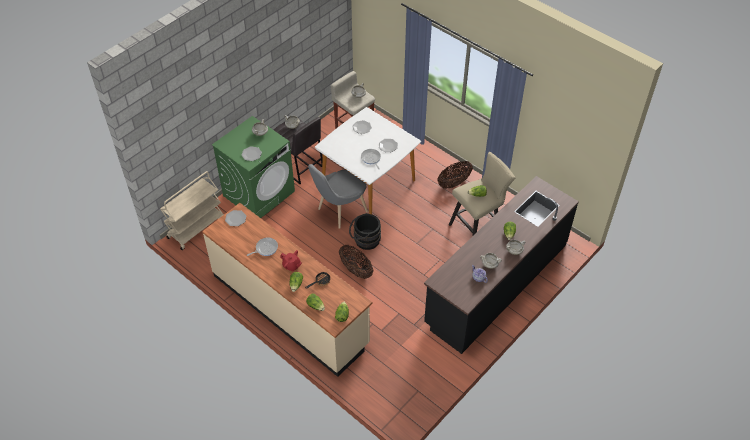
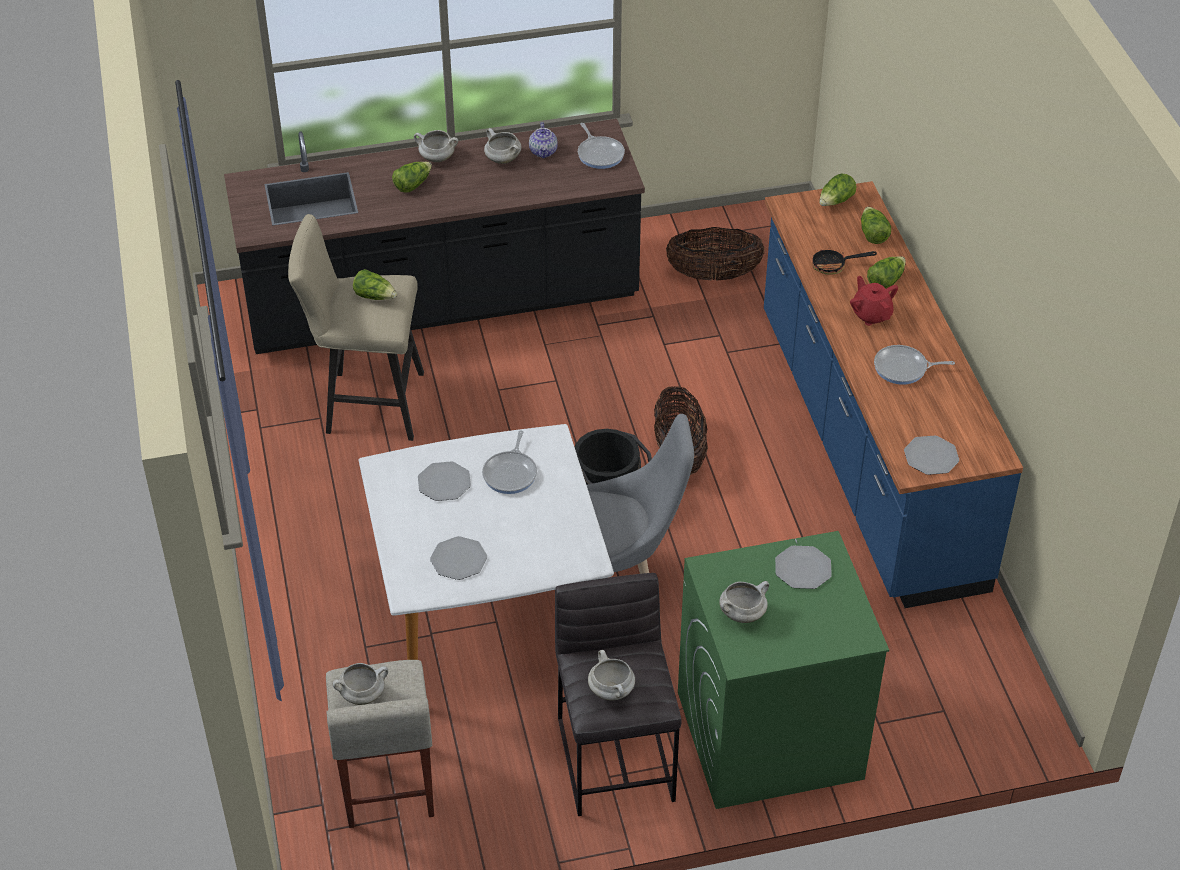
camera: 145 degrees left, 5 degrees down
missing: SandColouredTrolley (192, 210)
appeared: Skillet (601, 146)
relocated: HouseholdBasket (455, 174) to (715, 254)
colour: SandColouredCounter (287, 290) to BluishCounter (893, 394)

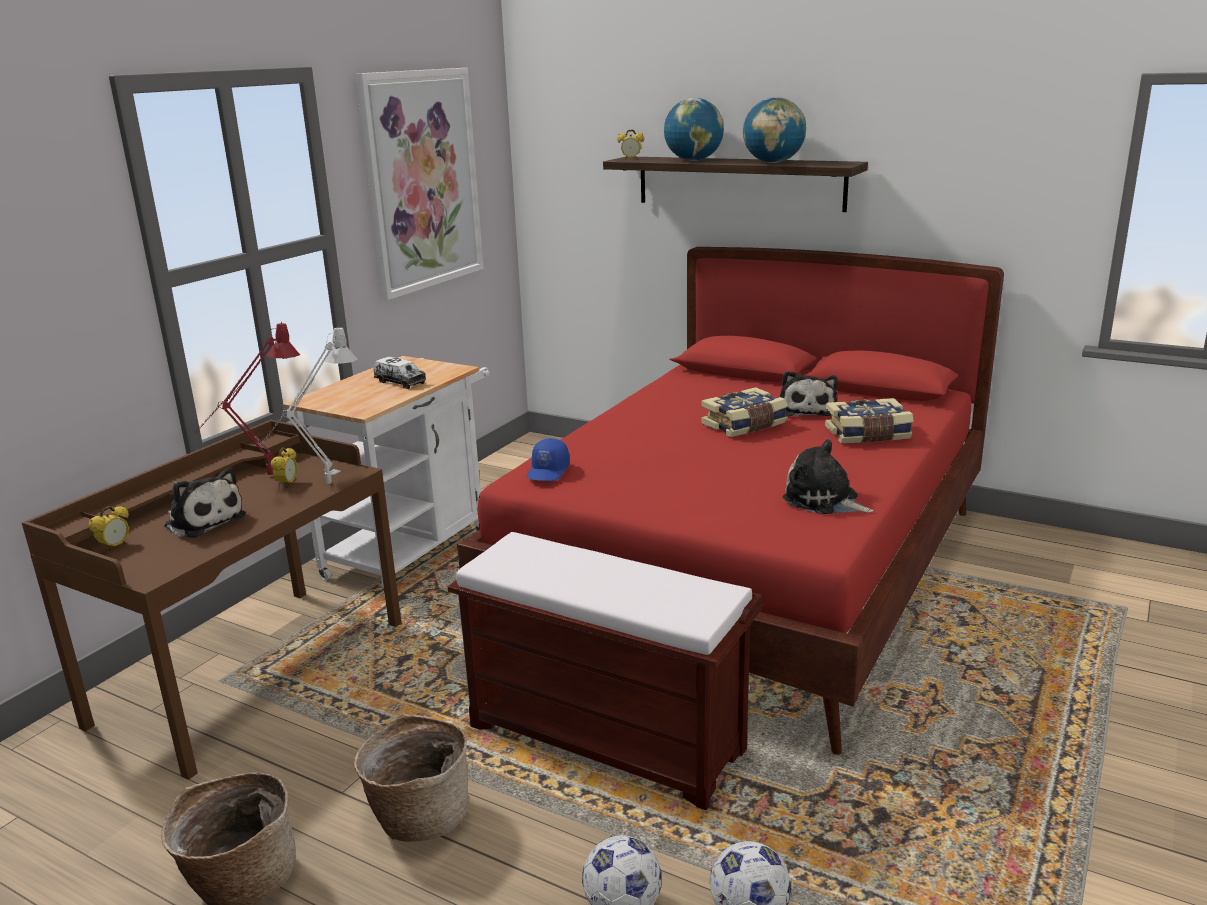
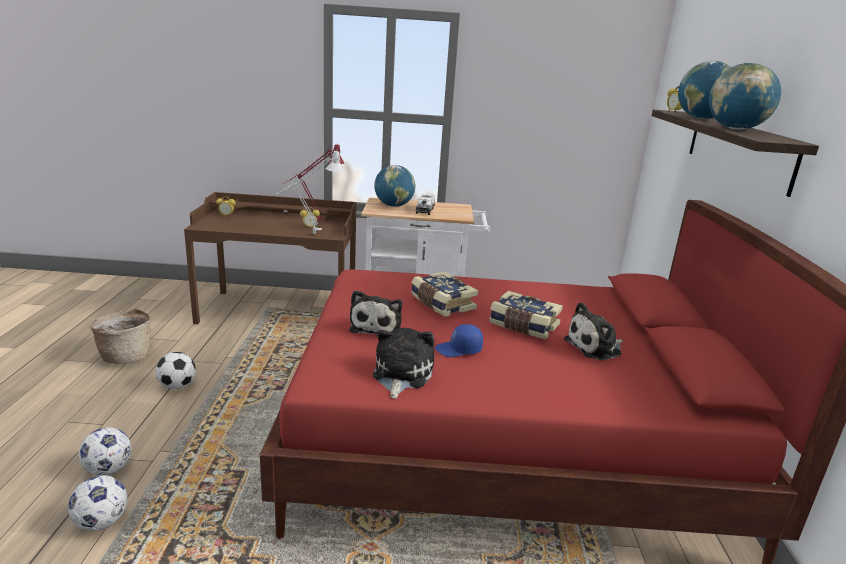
camera: 60 degrees right, 0 degrees up
missing: WallArt (420, 184); BrownishIndoorBench (604, 671)
appeared: Globe (394, 186)
relocated: Book (869, 420) to (444, 294); BluishCap (548, 459) to (459, 340); PlushToy (205, 503) to (375, 312)
exchanged: HouseholdBasket (411, 778) to BallForFootball (175, 370)

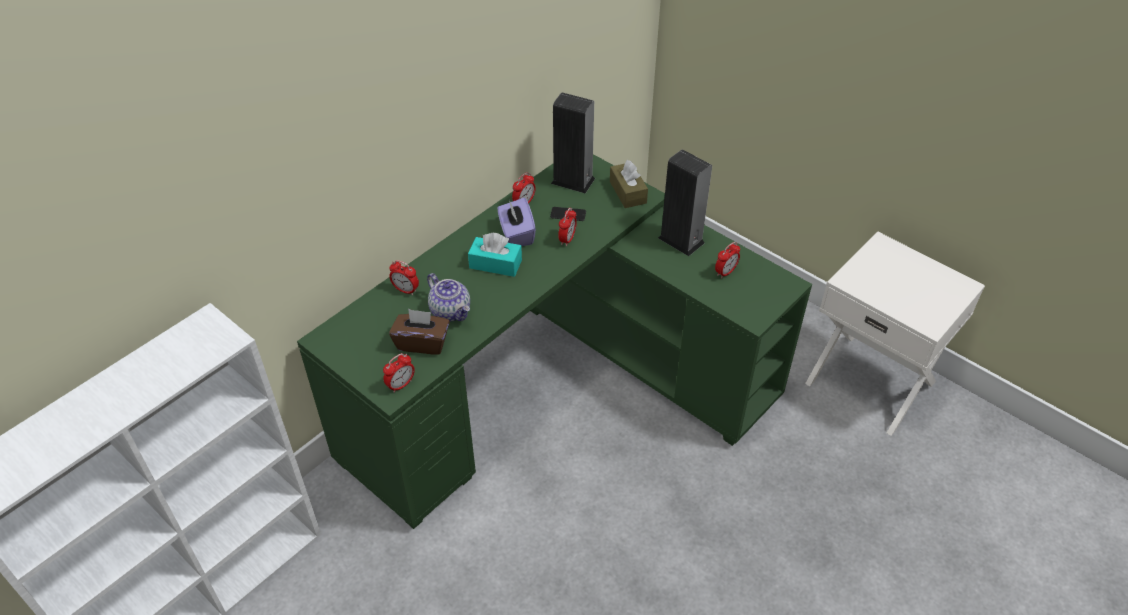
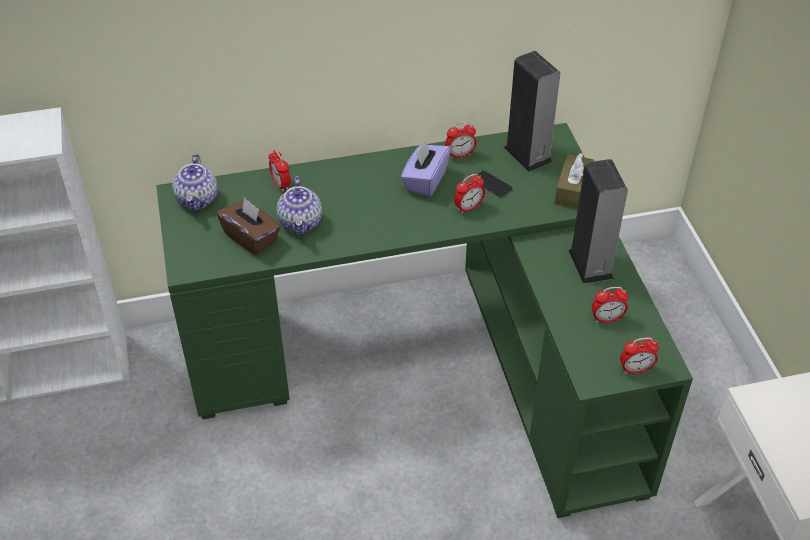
camera: 35 degrees right, 0 degrees up
missing: BlueGreenTissueBox (495, 255)
appeared: PotForTea (195, 182)
relocated: AlarmClock (399, 373) to (639, 355)

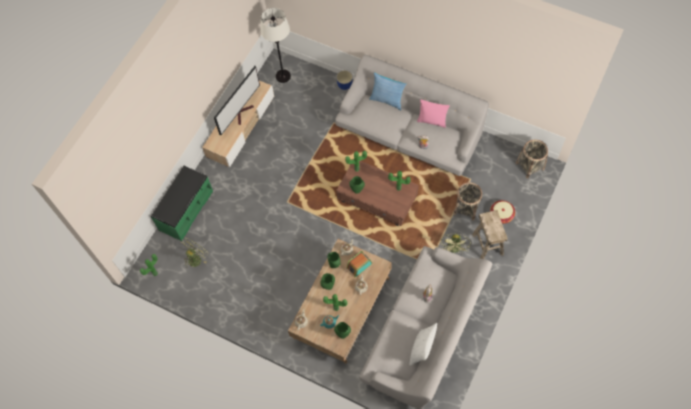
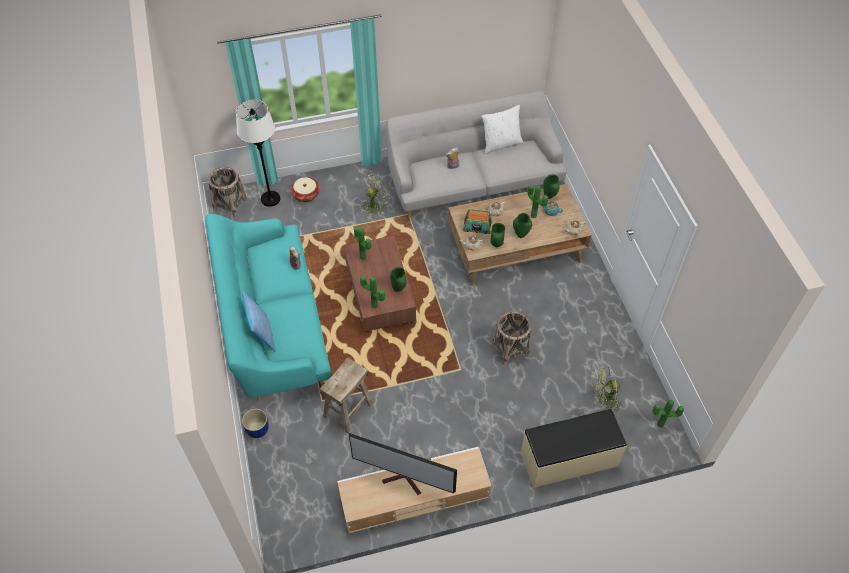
camera: 135 degrees left, 10 degrees down
missing: PinkCushion (433, 113)
relocated: WhitishFloorLamp (275, 45) to (258, 153); HouseholdBasket (467, 201) to (511, 338); SandColouredSittingStool (490, 234) to (346, 395)
colour: GreySettee (412, 115) to BlueGreenSettee (268, 307); GreenColouredIndoorBench (182, 203) to SandColouredIndoorBench (574, 448)
spun: TvSet (237, 100) = (402, 464) 150 degrees counterclockwise

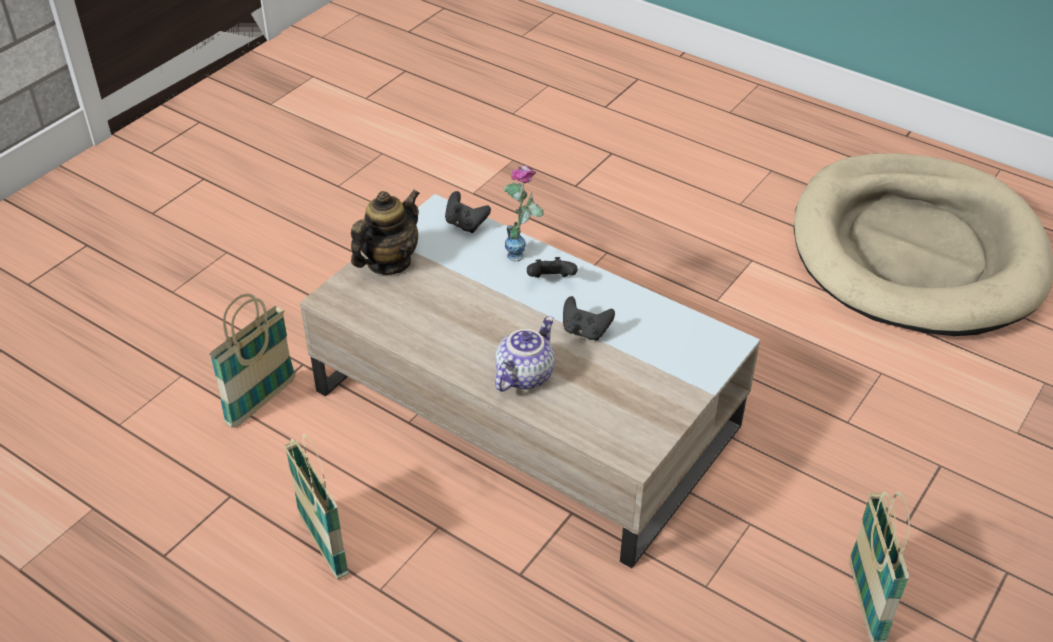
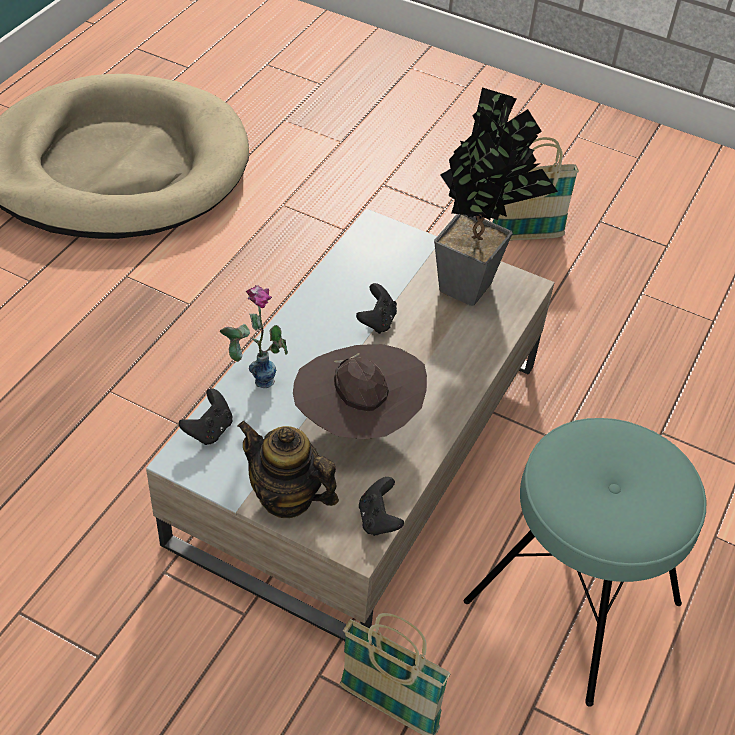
camera: 100 degrees left, 5 degrees up
missing: PotForTea (525, 354)
appeared: Houseplant (496, 197); BrownishHat (360, 391)
relocated: BlackColouredGamepad (552, 267) to (381, 506)
exchanged: HouseholdBasket (316, 507) to BlueGreenSittingStool (585, 562)

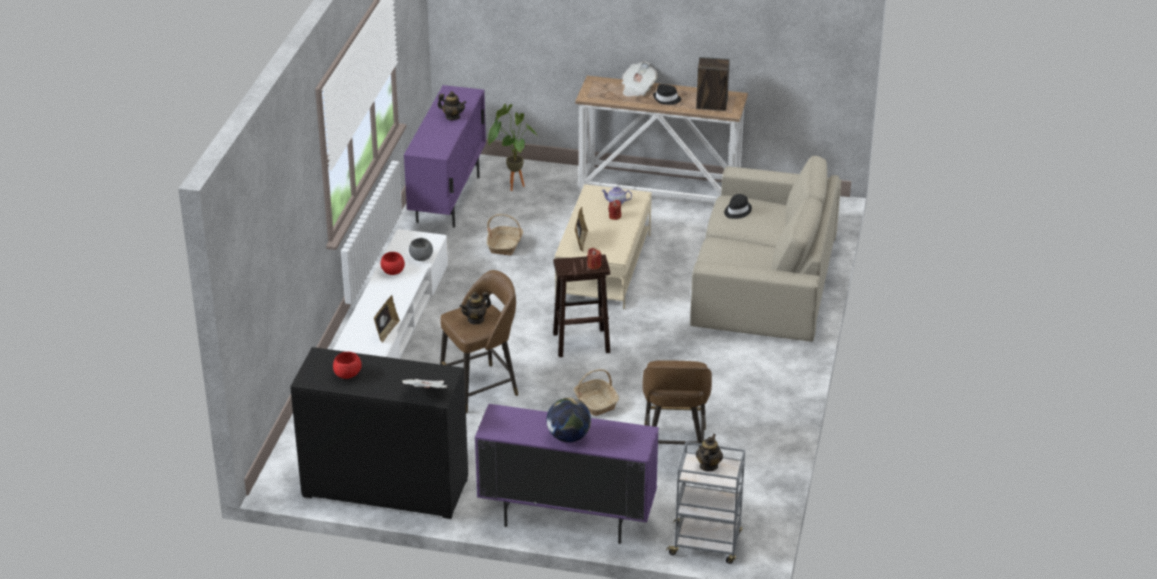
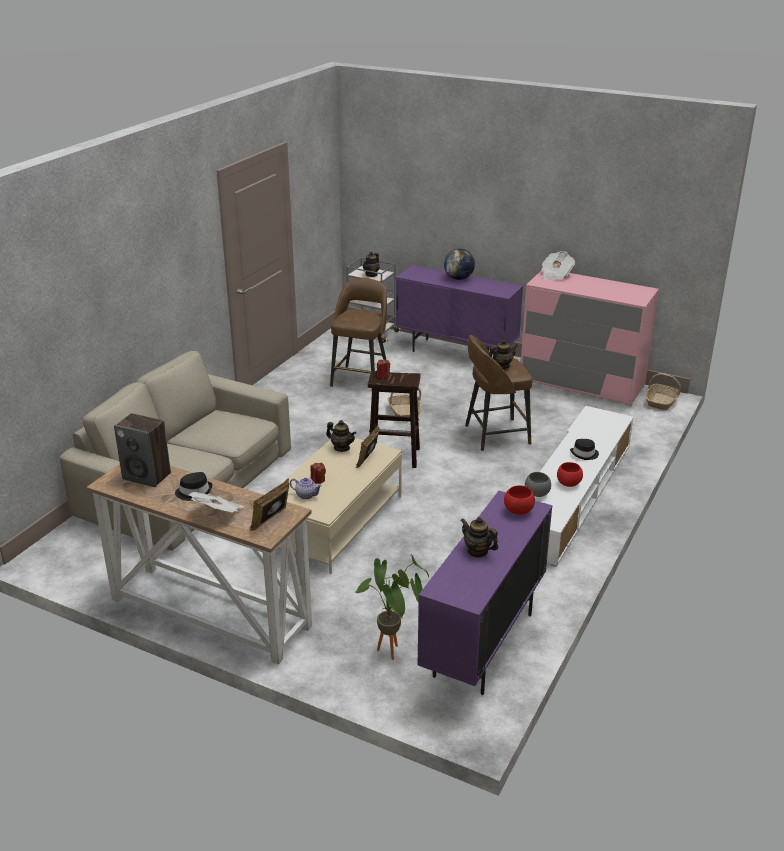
camera: 165 degrees left, 5 degrees down
appeared: PotForTea (341, 436)
relocated: BlackColouredHat (738, 206) to (584, 449); HouseholdBasket (505, 235) to (663, 391); StandingFrame (387, 319) to (269, 504); RedDeepDish (347, 365) to (519, 500)
colour: BlackColouredDrawerChest (379, 433) to PinkDrawerChest (590, 338)

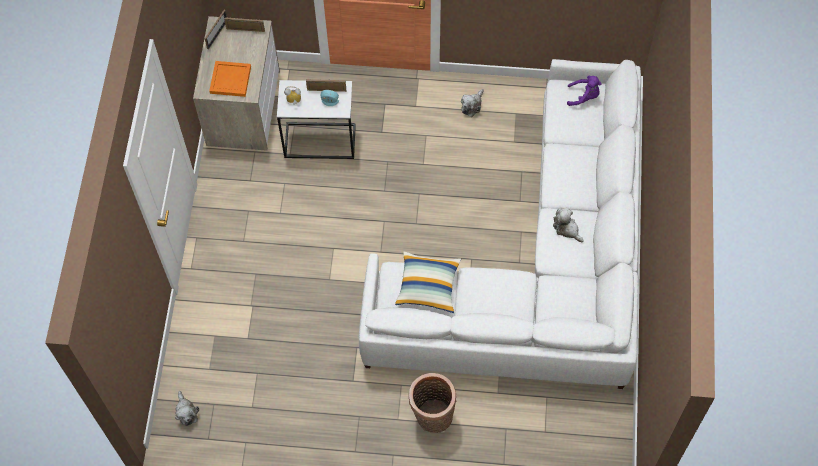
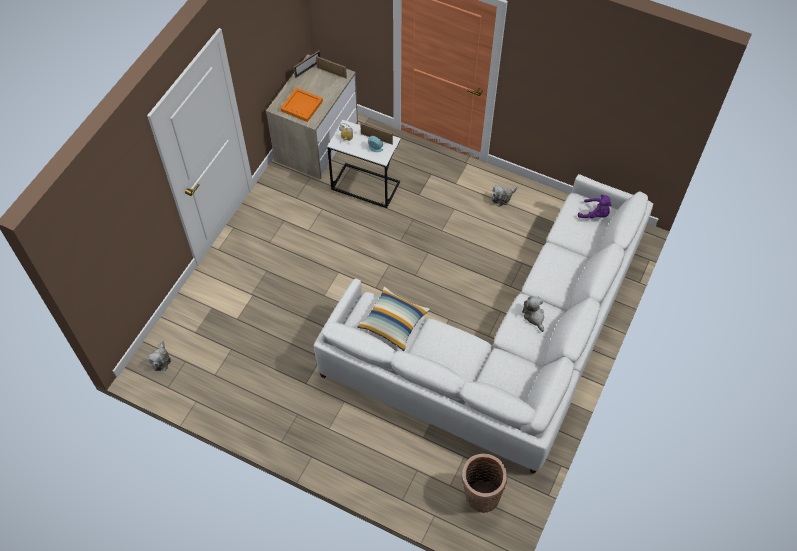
camera: 20 degrees right, 5 degrees down
relocated: HouseholdBasket (432, 403) to (484, 483)

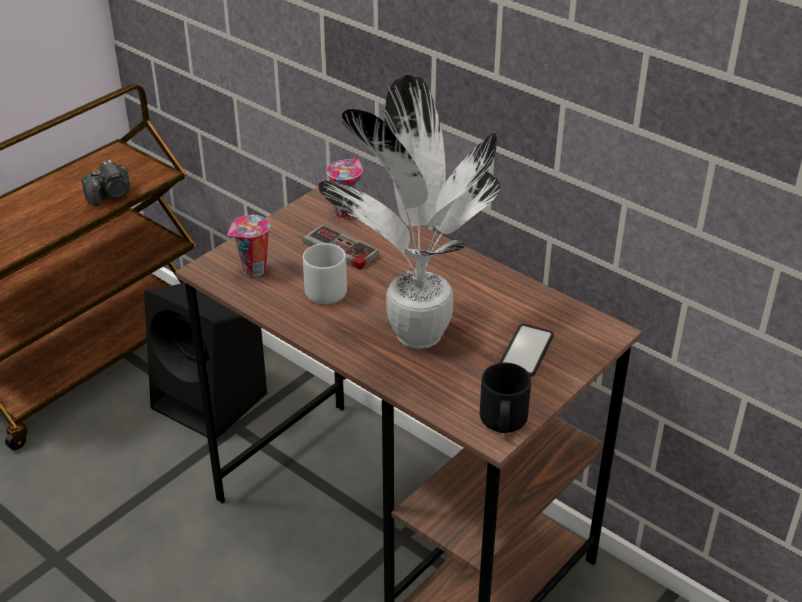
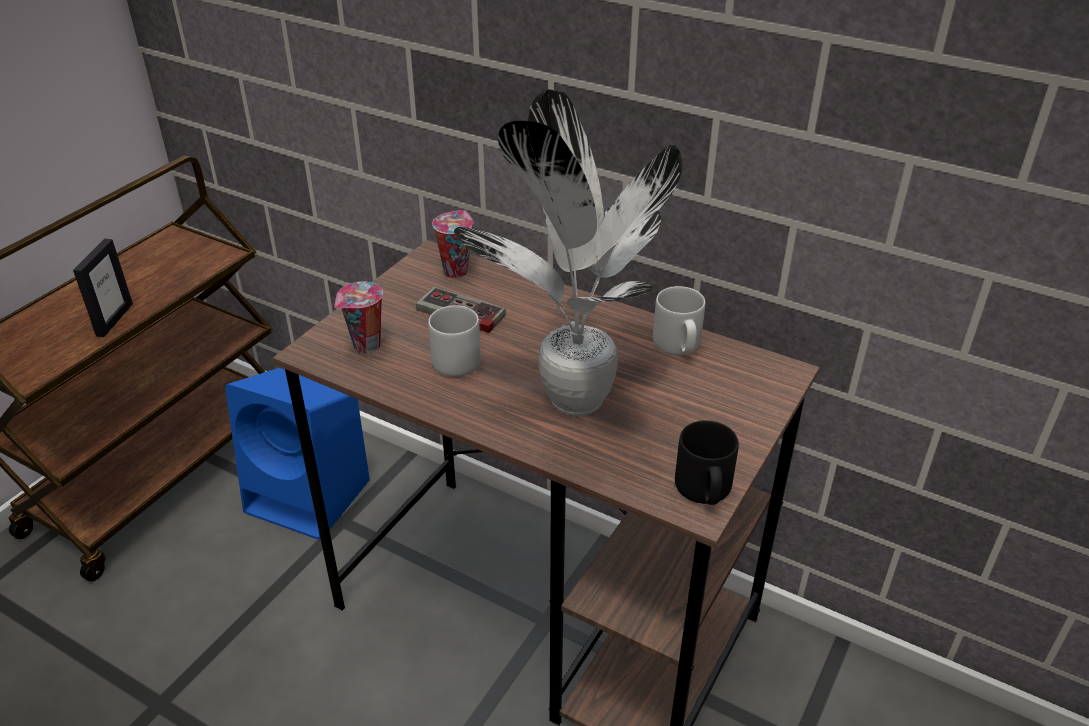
camera: 10 degrees left, 0 degrees up
missing: StillCamera (105, 183); Telephone (527, 350)
appeared: StandingFrame (103, 288); GreyMug (679, 321)
colour: BlackColouredSpeaker (205, 361) to BluishSpeaker (297, 454)

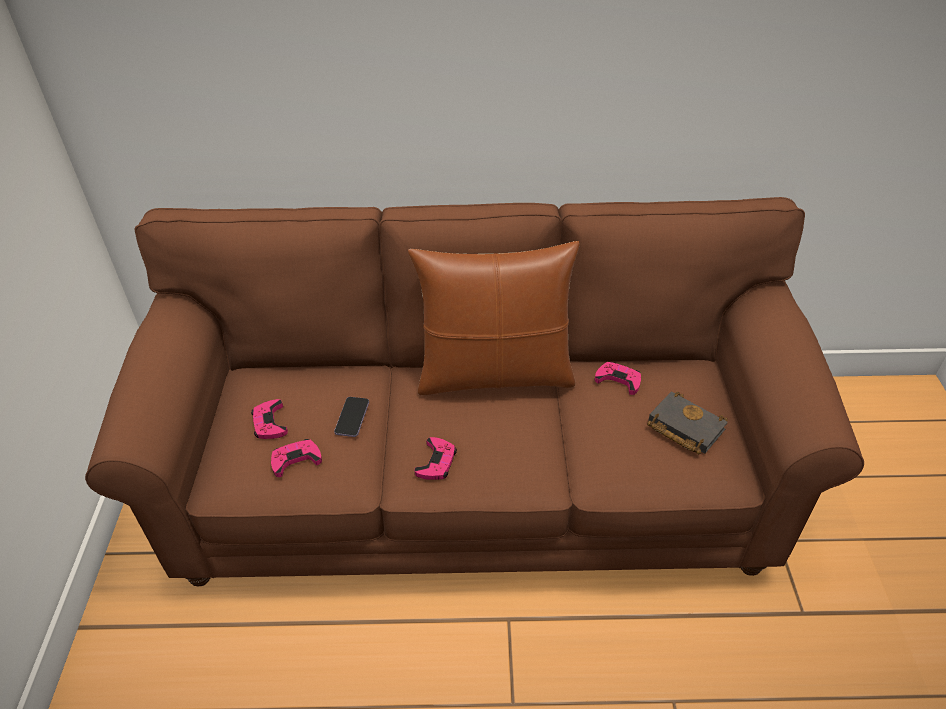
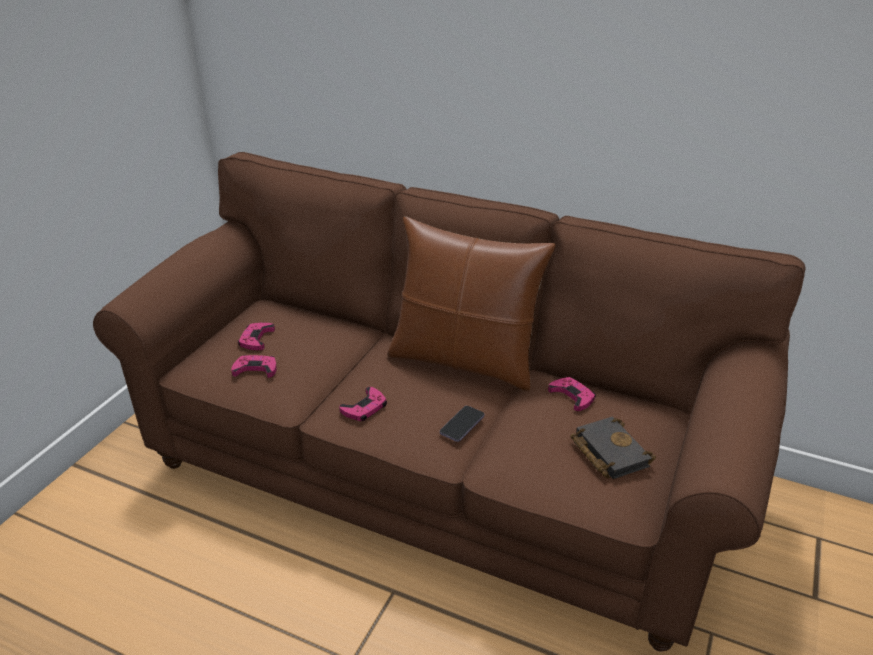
camera: 25 degrees right, 10 degrees down
relocated: Telephone (351, 417) to (462, 424)

